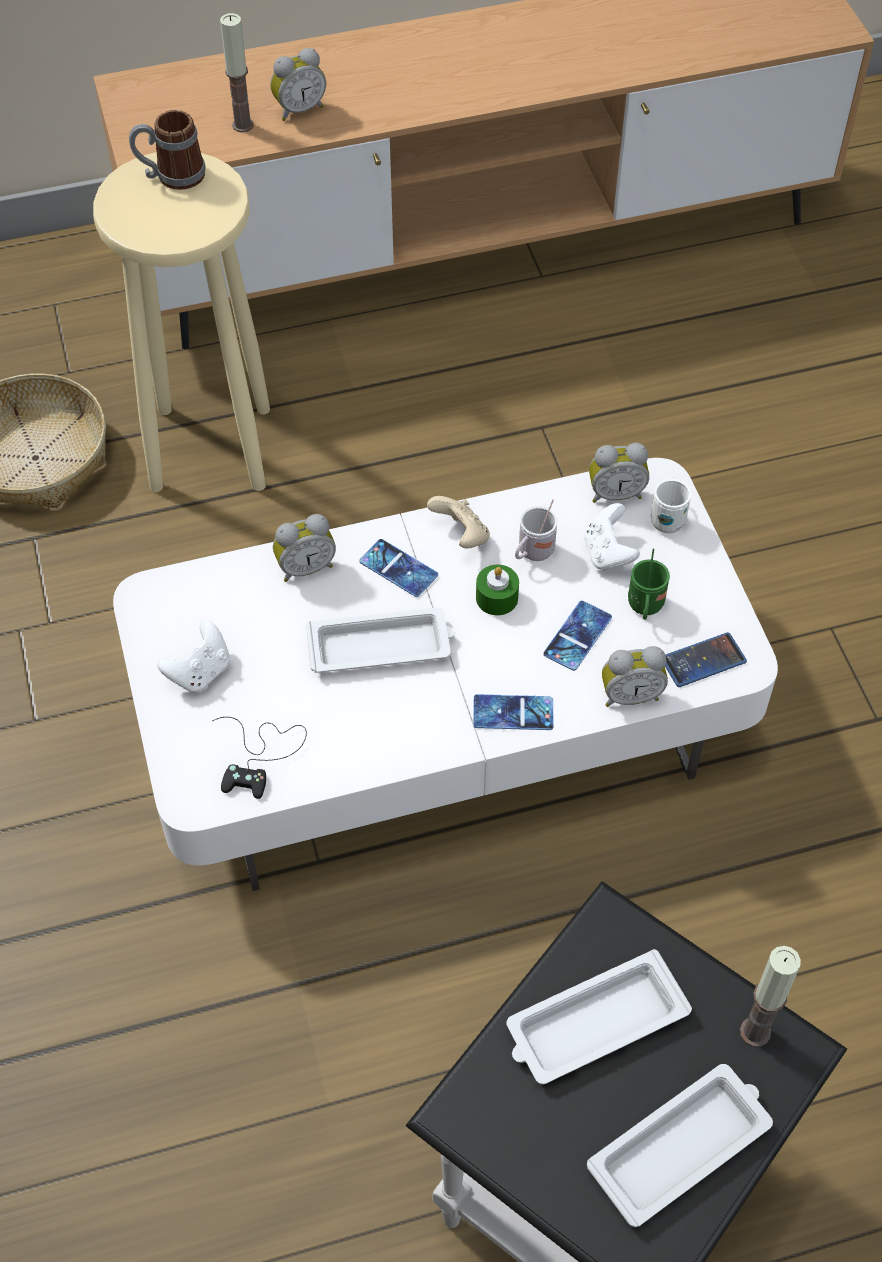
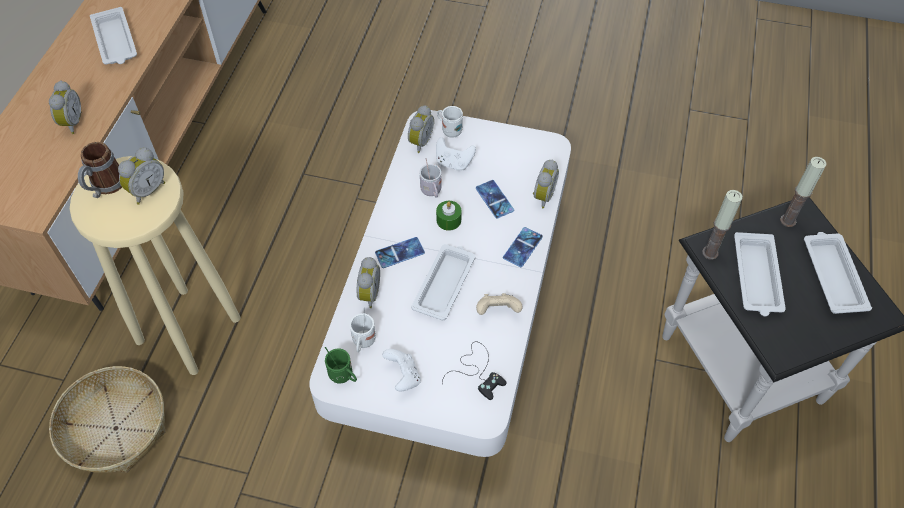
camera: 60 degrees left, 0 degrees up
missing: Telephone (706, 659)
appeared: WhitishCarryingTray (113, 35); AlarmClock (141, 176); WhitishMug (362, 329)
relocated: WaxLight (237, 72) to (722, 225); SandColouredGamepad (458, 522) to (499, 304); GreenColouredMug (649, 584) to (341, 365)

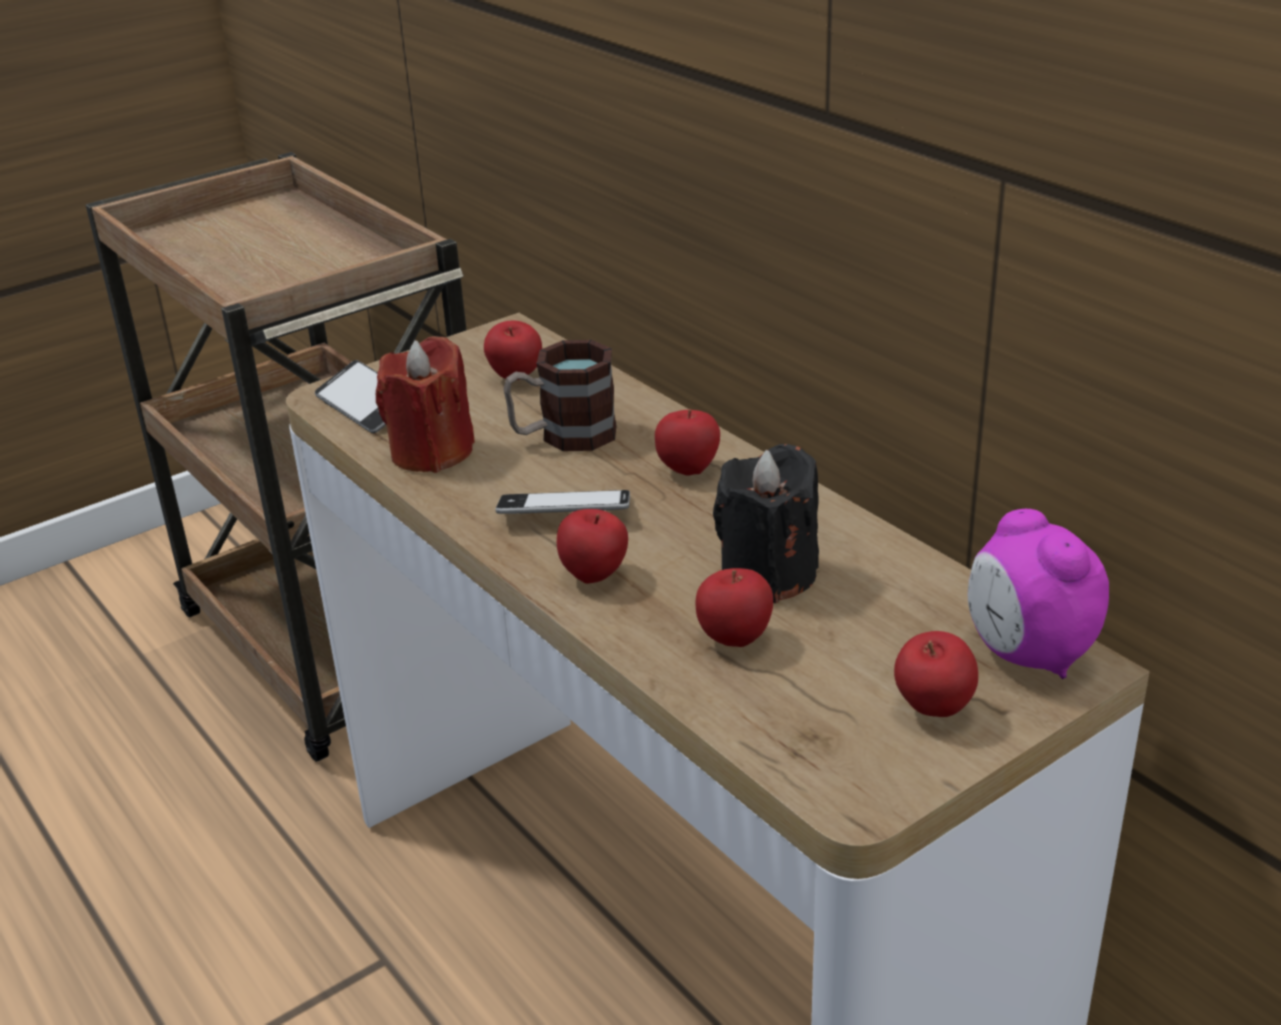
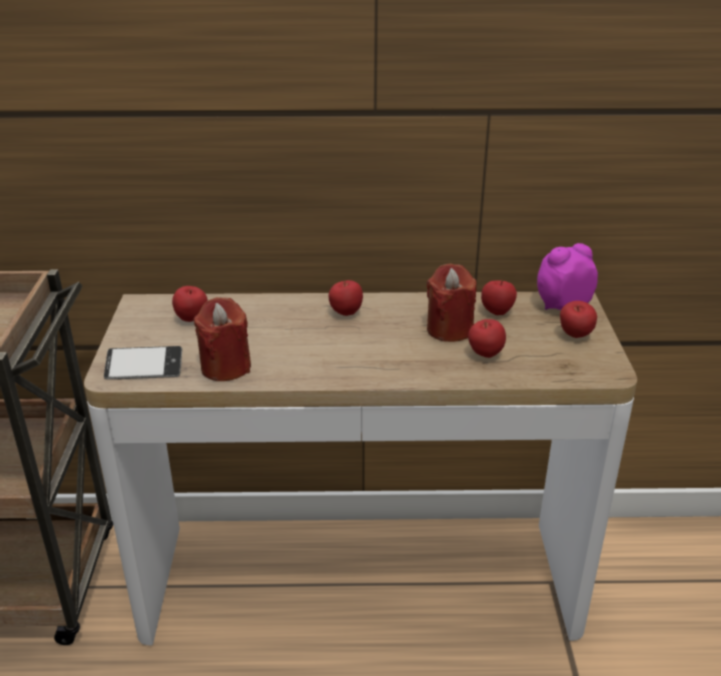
camera: 55 degrees left, 0 degrees up
missing: Mug (560, 395); Telephone (563, 502)
relocated: Apple (592, 546) to (499, 297)
colour: BlackColouredWaxLight (766, 523) to RedWaxLight (452, 302)
spun: AlarmClock (1038, 594) = (567, 276) 150 degrees clockwise

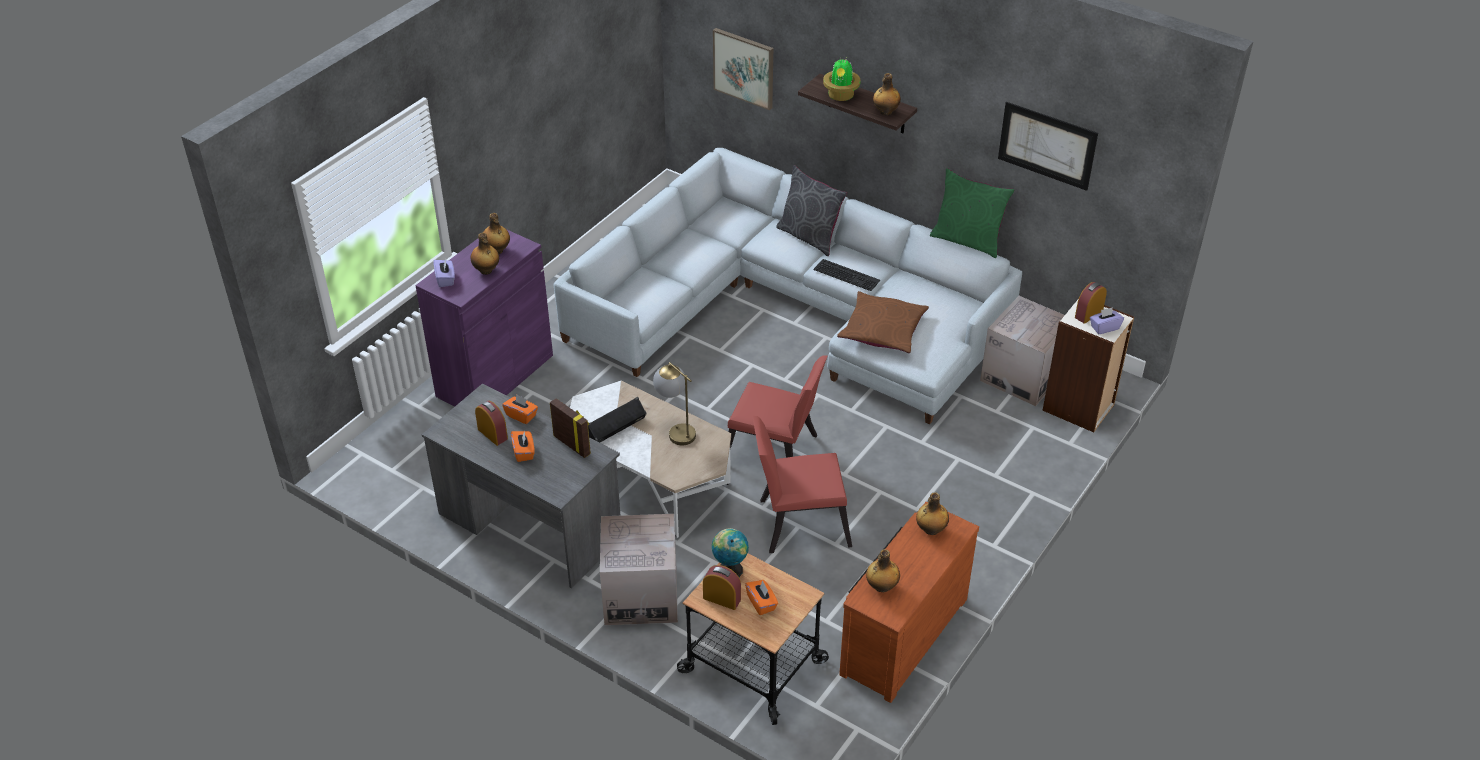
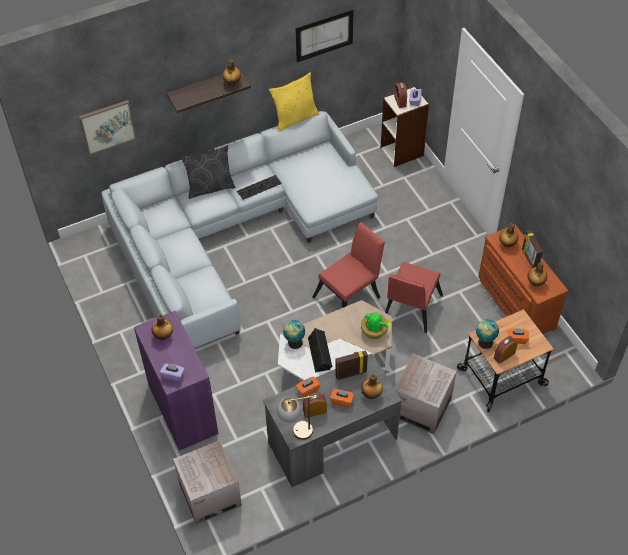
camera: 60 degrees left, 10 degrees up
missing: BrownishCushion (883, 322)
appeared: StandingFrame (532, 249); Globe (294, 334)
relocated: Houseplant (841, 79) to (376, 325); BeverageBottle (485, 253) to (372, 386); Carton (1022, 351) to (207, 482); LampForATable (674, 404) to (296, 418)
colour: GreenColouredCushion (972, 213) to YellowColouredCushion (294, 102)

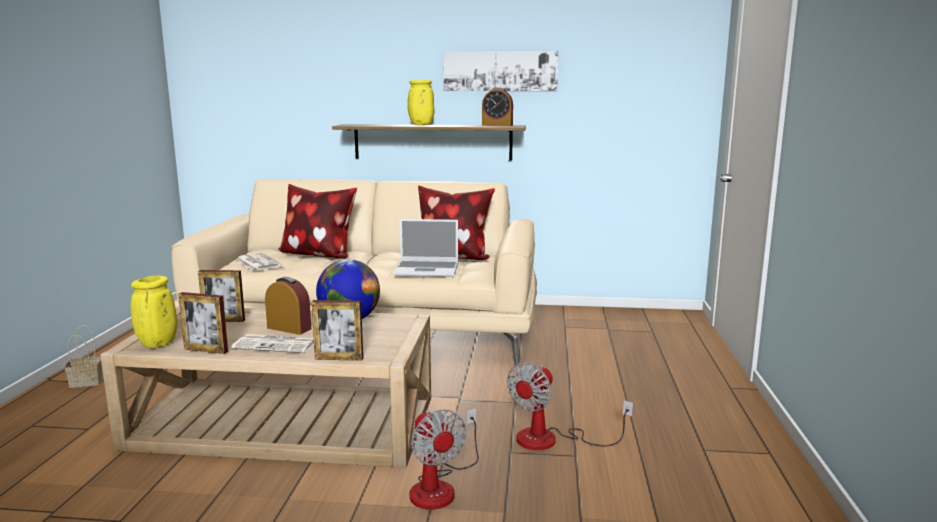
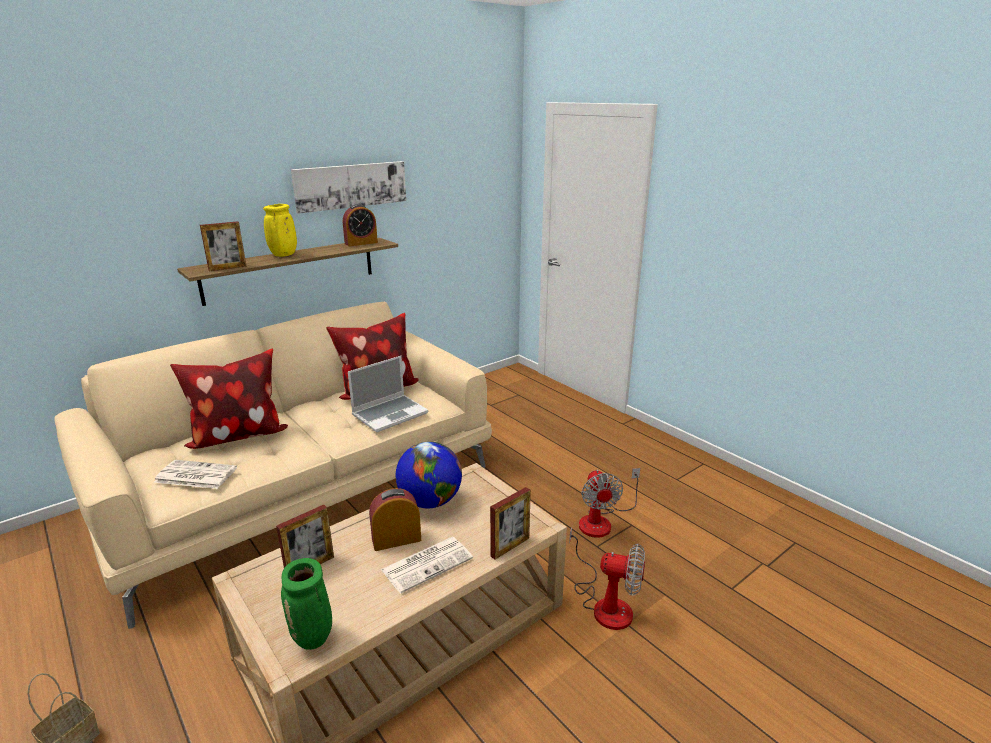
camera: 45 degrees left, 10 degrees up
relocated: StandingFrame (203, 323) to (223, 246)
colour: YellowColouredVase (154, 311) to GreenColouredVase (306, 604)

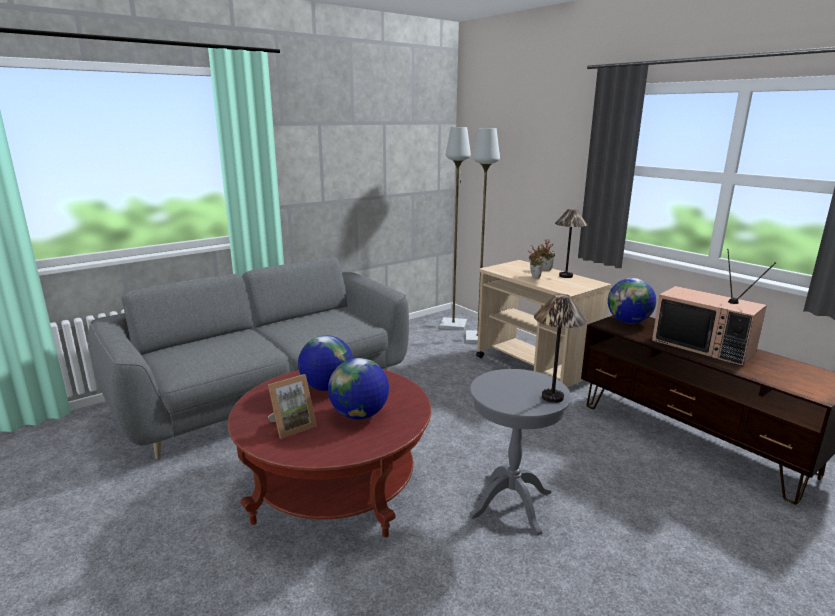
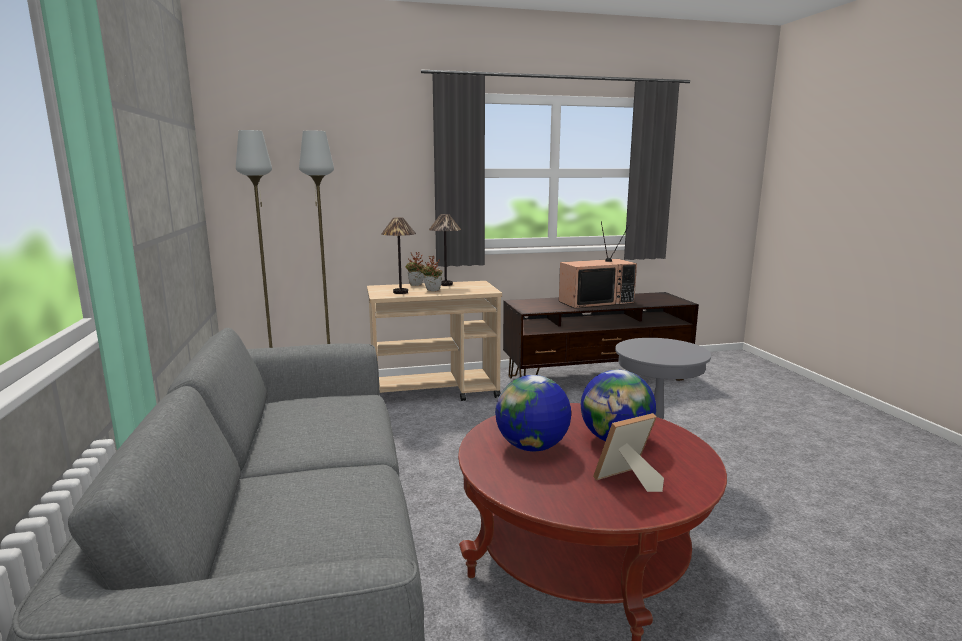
camera: 65 degrees left, 5 degrees down
missing: Globe (632, 301)
relocated: LampForATable (560, 348) to (398, 255)
spun: StandingFrame (292, 406) = (628, 452) 105 degrees counterclockwise

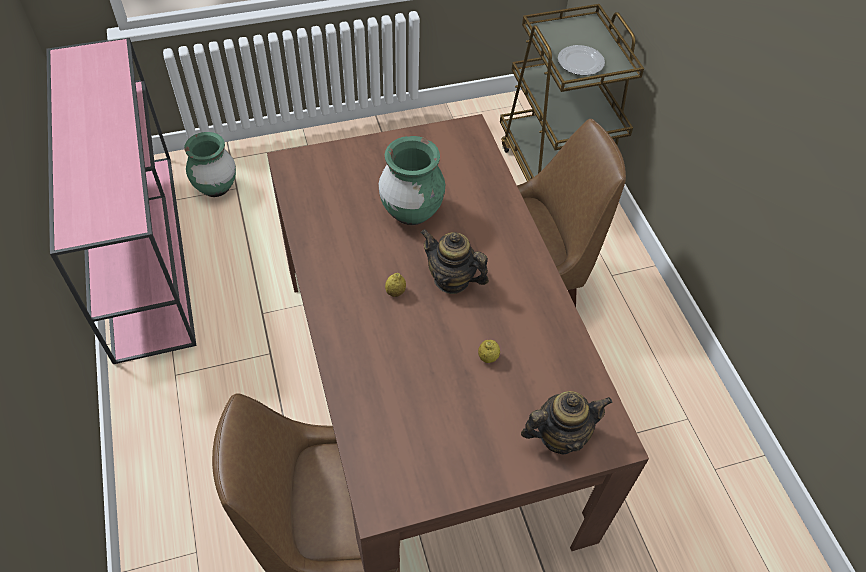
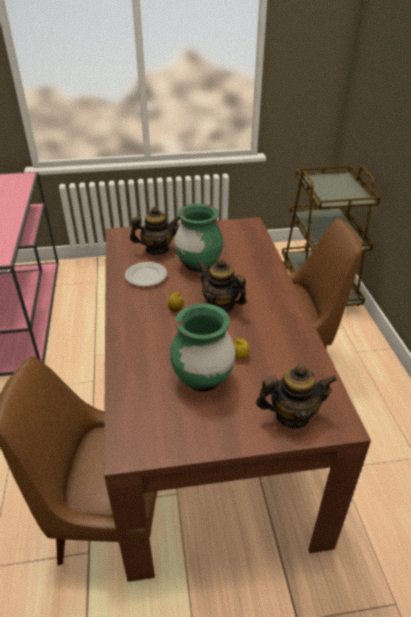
camera: 10 degrees right, 15 degrees down
appeared: PotForTea (155, 231)
relocated: DinnerPlate (581, 60) to (146, 274); GreenColouredVase (210, 164) to (202, 347)

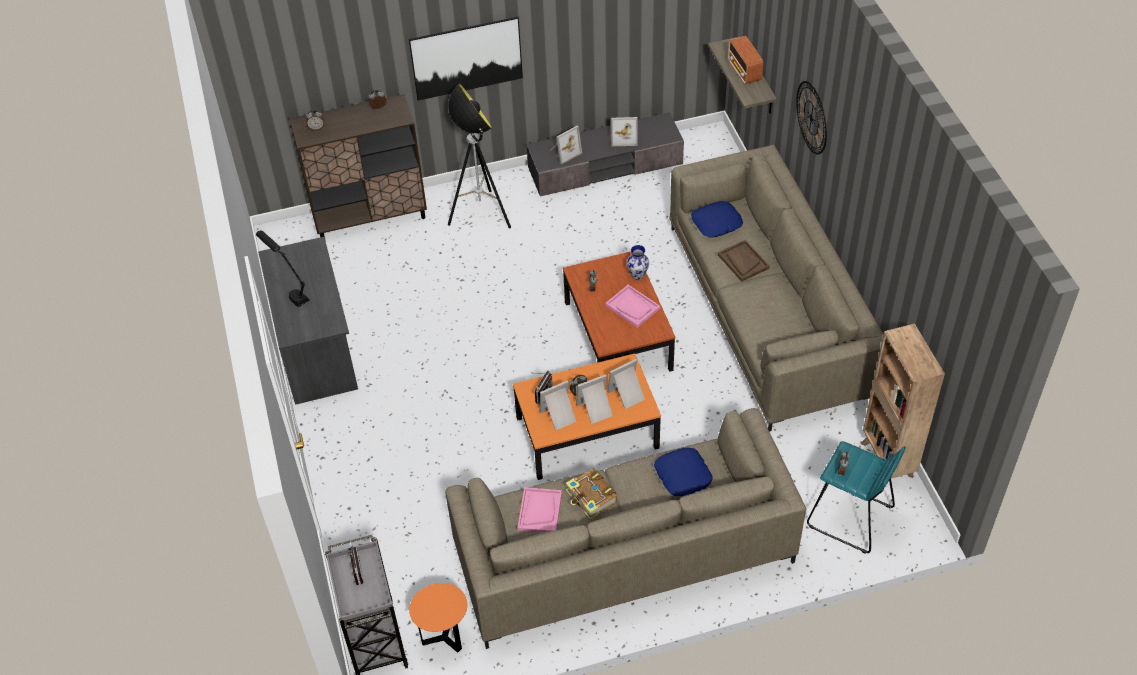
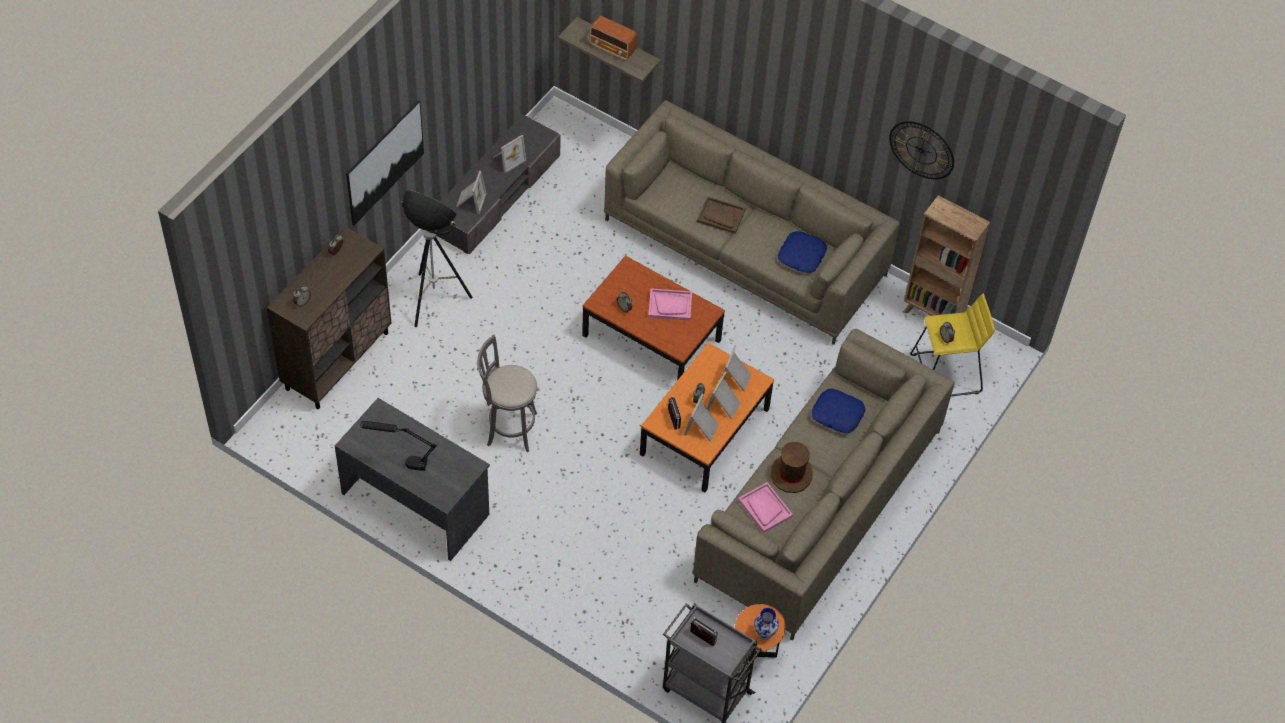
camera: 45 degrees left, 5 degrees up
appeared: GreySittingStool (507, 393)
relocated: HangingClock (811, 118) to (921, 150); BluishCushion (717, 219) to (802, 252); Vase (638, 262) to (766, 624)
exchanged: Book (591, 494) to BrownishHat (792, 467)
colour: BlueGreenSittingStool (856, 497) to YellowColouredSittingStool (952, 345)

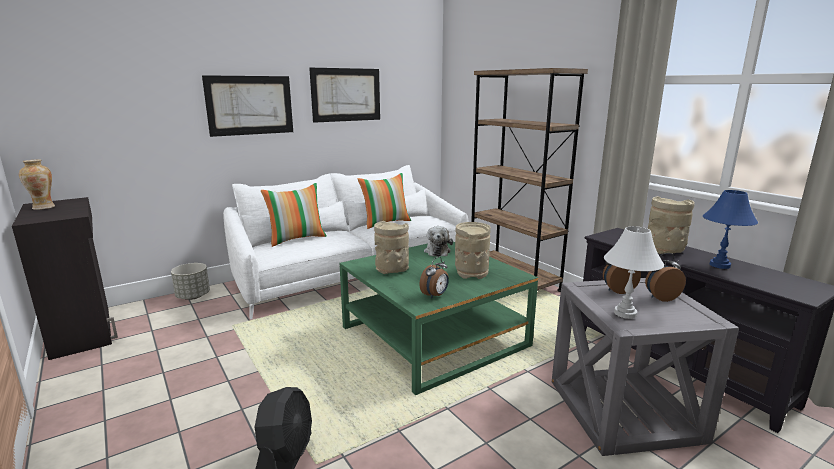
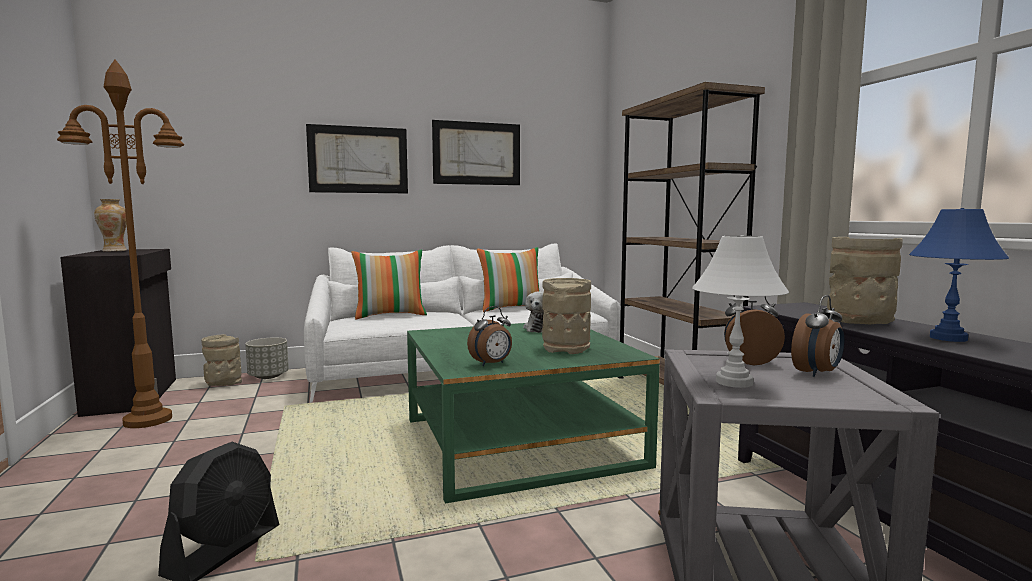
camera: 15 degrees right, 10 degrees down
appeared: BrownishFloorLamp (120, 243)
relocated: SandColouredVase (391, 247) to (221, 360)
spun: AlarmClock (665, 277) = (817, 336) 135 degrees clockwise

